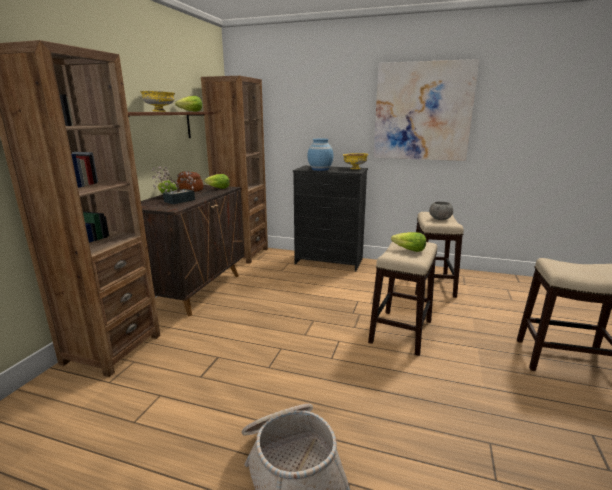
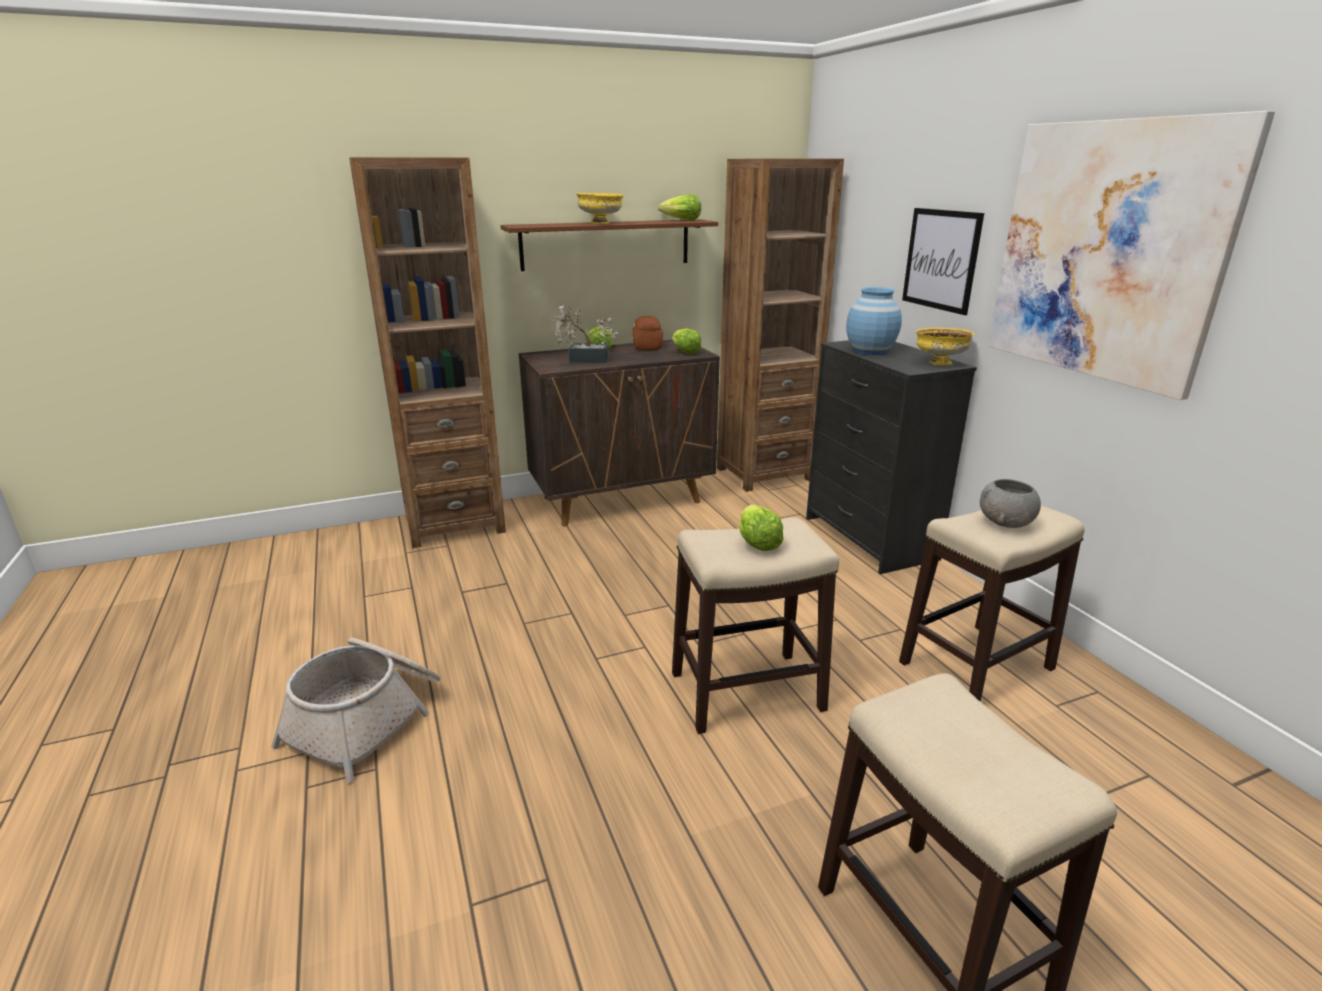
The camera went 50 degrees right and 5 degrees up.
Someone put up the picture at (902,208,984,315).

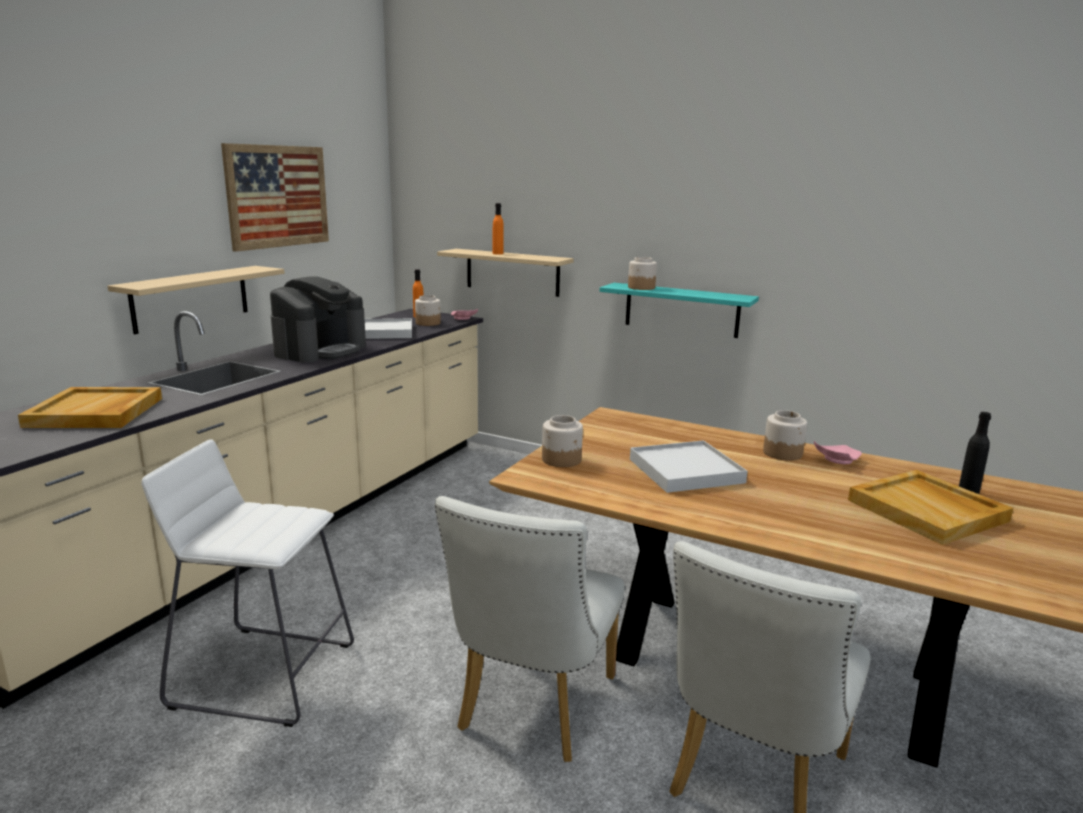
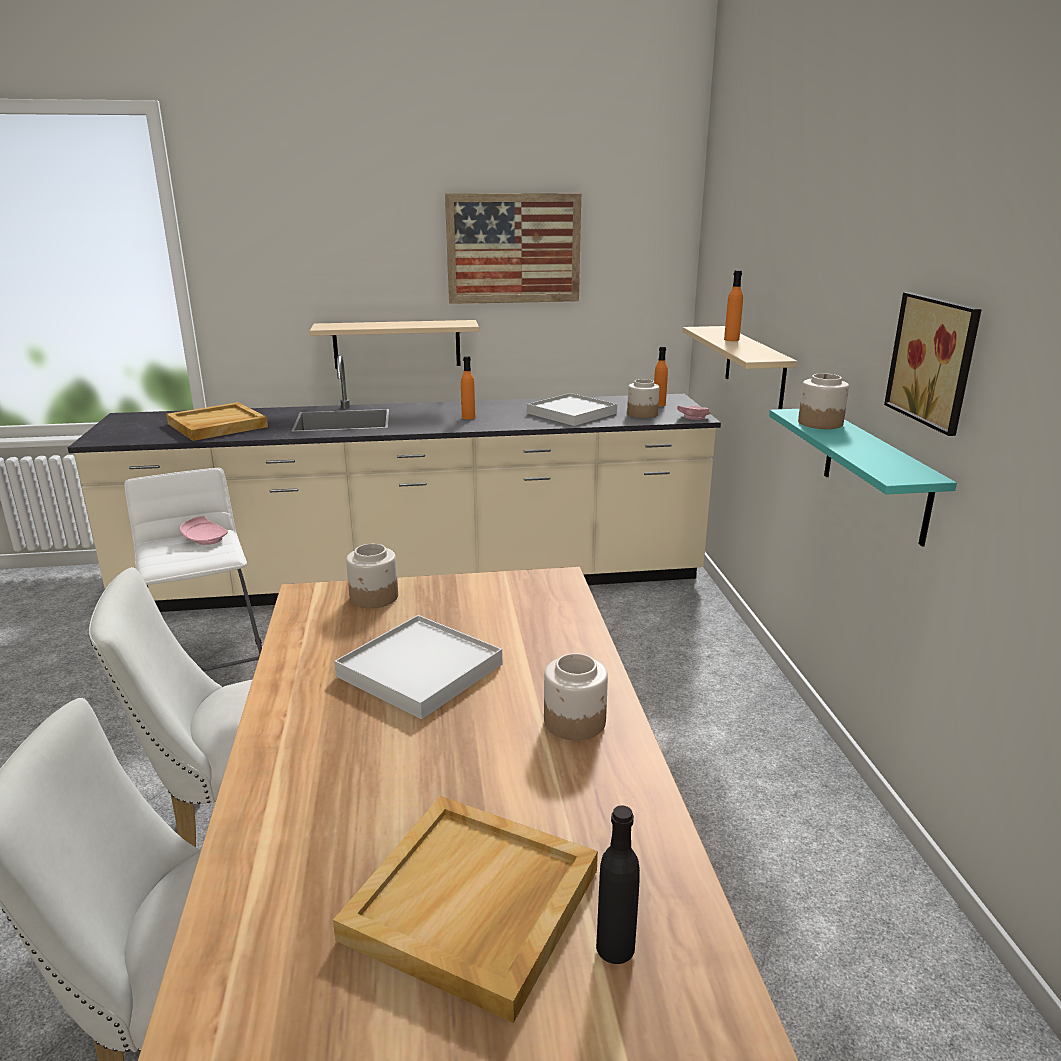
The camera went 55 degrees right and 5 degrees up.
Someone swapped the coffee machine at (270,276,366,363) for the beverage bottle in orangey at (461,356,476,419).
Someone carried the flat dish in pinkish from (814,441,862,464) to (180,516,228,545).
Someone put up the picture at (884,292,982,436).

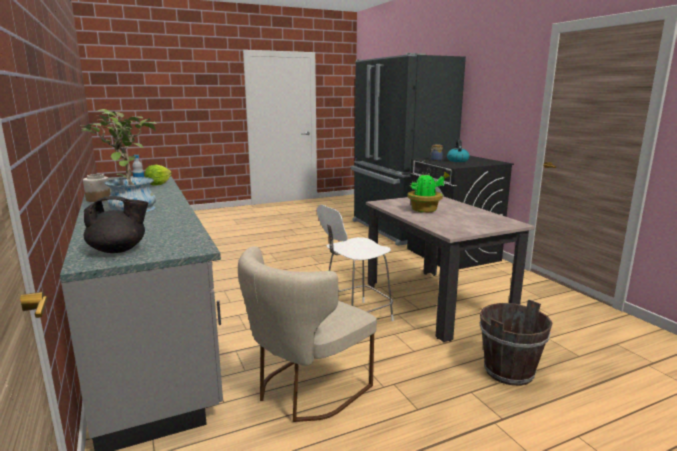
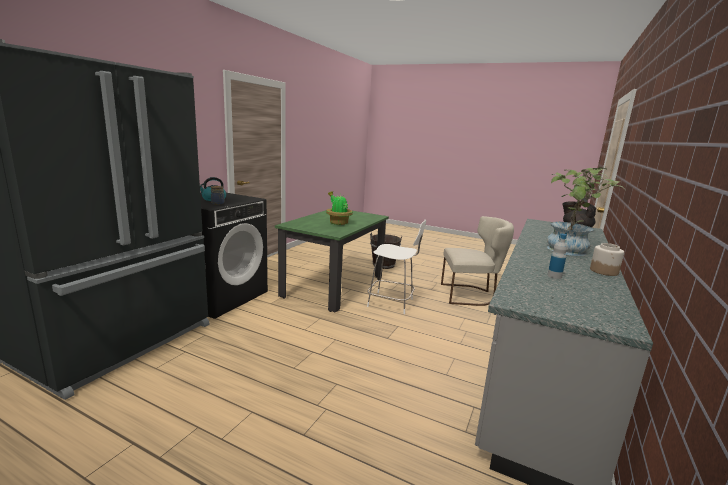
The camera went 130 degrees left and 0 degrees up.
Someone took away the lettuce at (144,165,172,186).
Someone repainted the dinner table in beige at (366,196,534,342), which became the dinner table in greenish at (275,210,389,313).

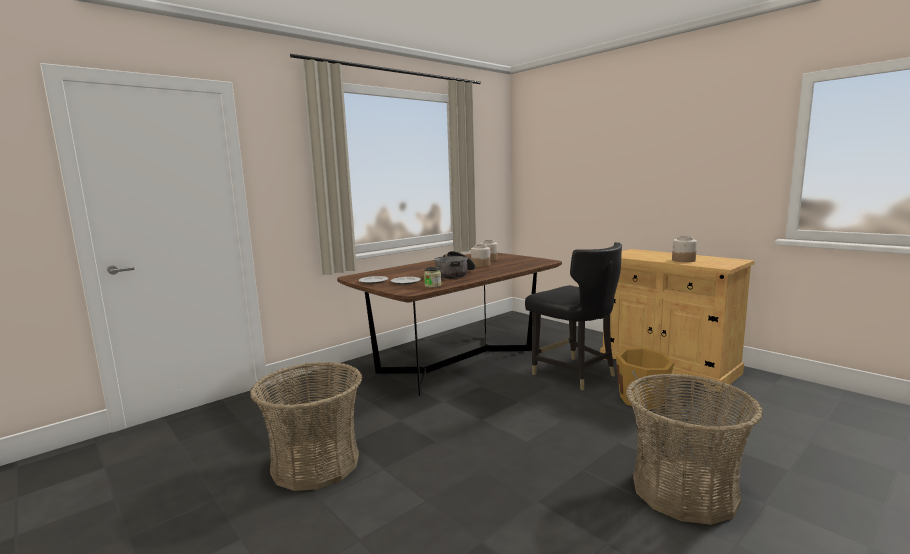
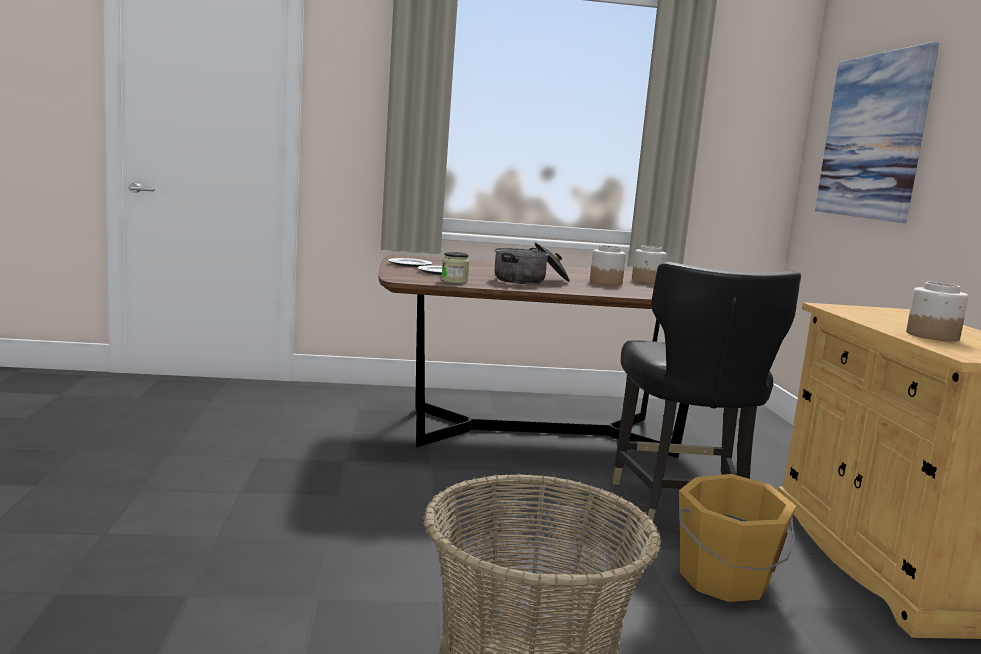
The camera went 35 degrees right and 0 degrees up.
Someone took away the basket at (250,362,362,491).
Someone put up the picture at (815,42,939,223).

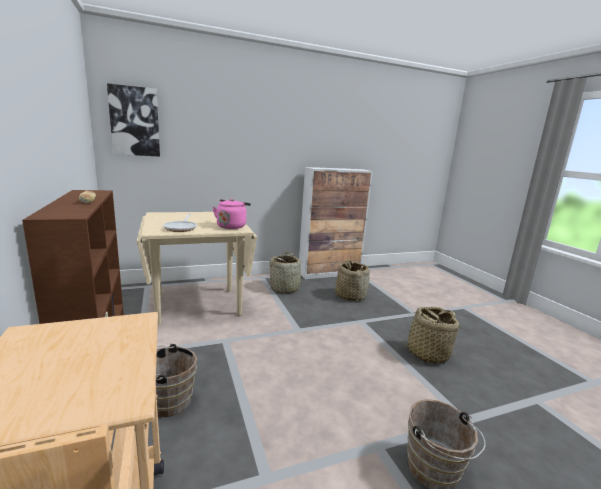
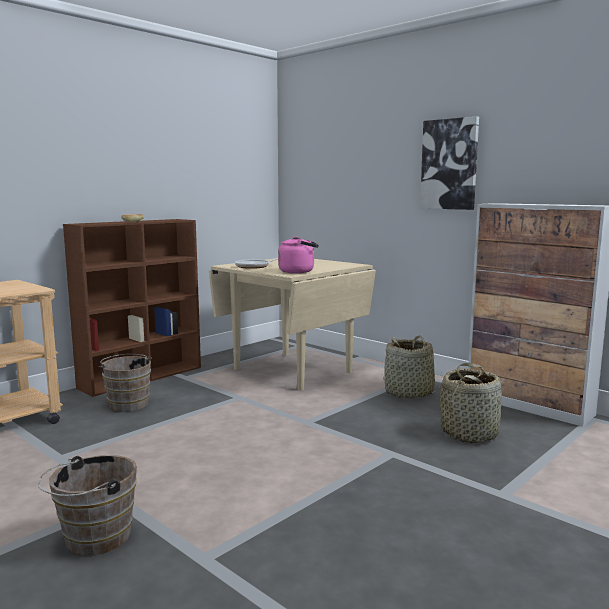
The camera went 65 degrees right and 5 degrees down.
Someone carried the picture from (107,83,160,157) to (420,116,479,210).
Someone took away the basket at (399,307,461,364).

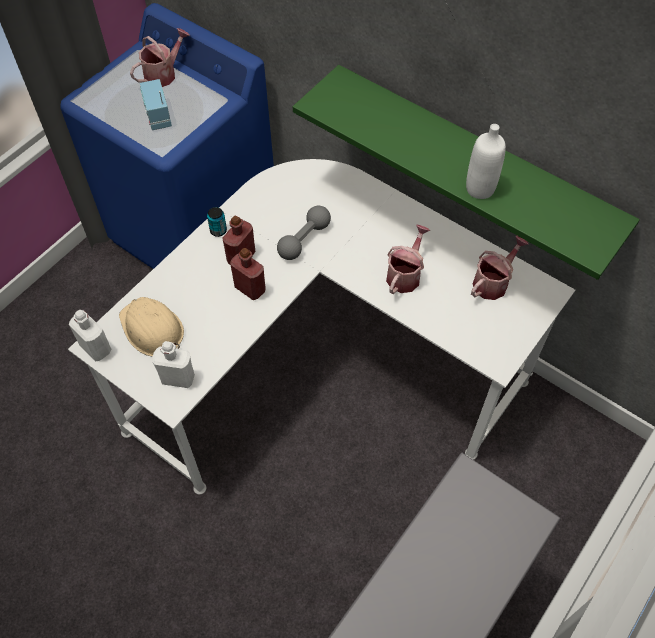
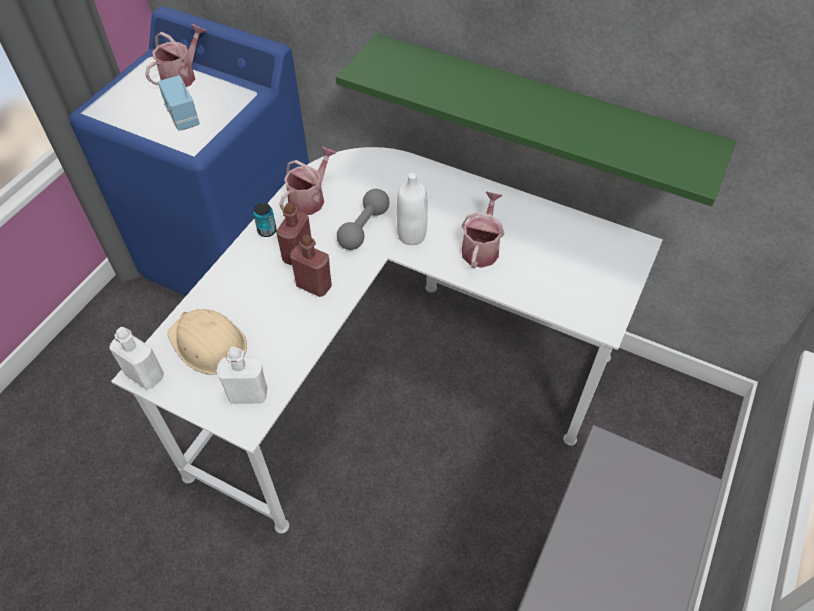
The camera went 10 degrees left and 5 degrees down.
Someone carried the beverage bottle in whitish from (466,124,506,199) to (397,173,428,245).
Someone carried the watering can from (471,236,528,300) to (279,147,336,215).

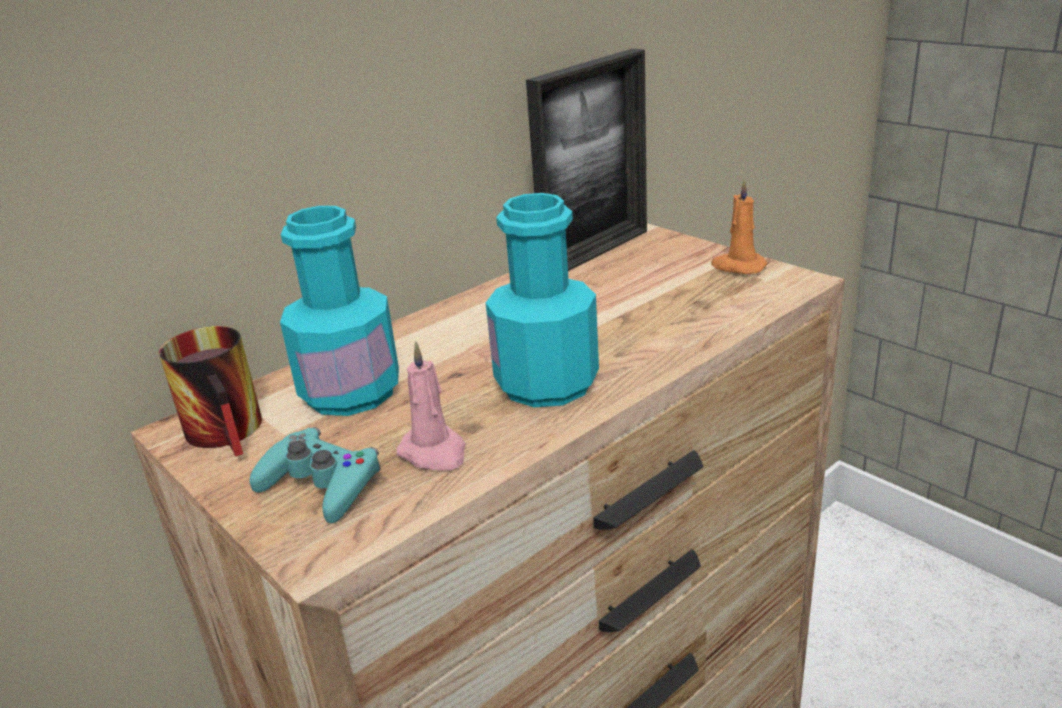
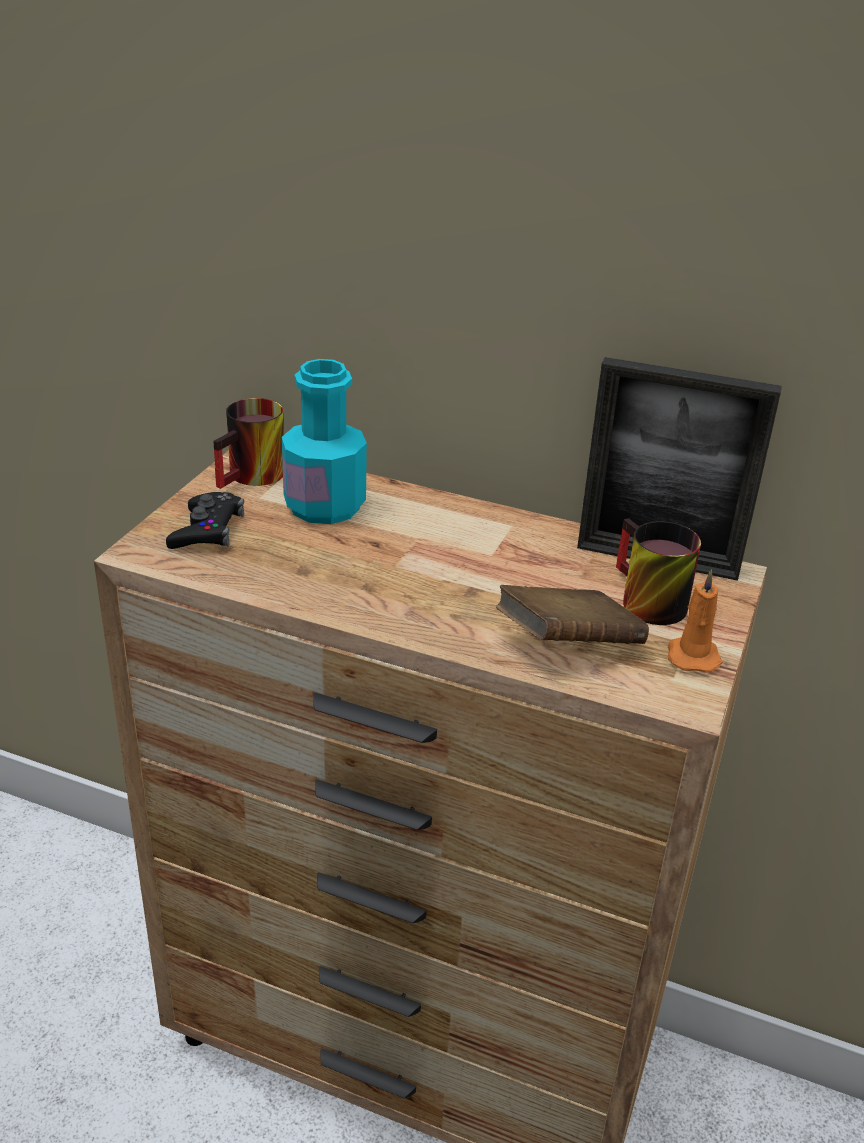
The camera went 60 degrees right and 5 degrees up.
Someone took away the beverage bottle in turquoise-coloured at (486,193,599,407).
Someone took away the wax light in pinkish at (396,341,466,470).
Someone repainted the game controller in turquoise-coloured at (249,427,380,523), which became the game controller in black at (166,492,244,549).
Someone put down the coffee mug at (616,518,701,625).
Someone put down the bound book in brownish at (496,585,649,644).

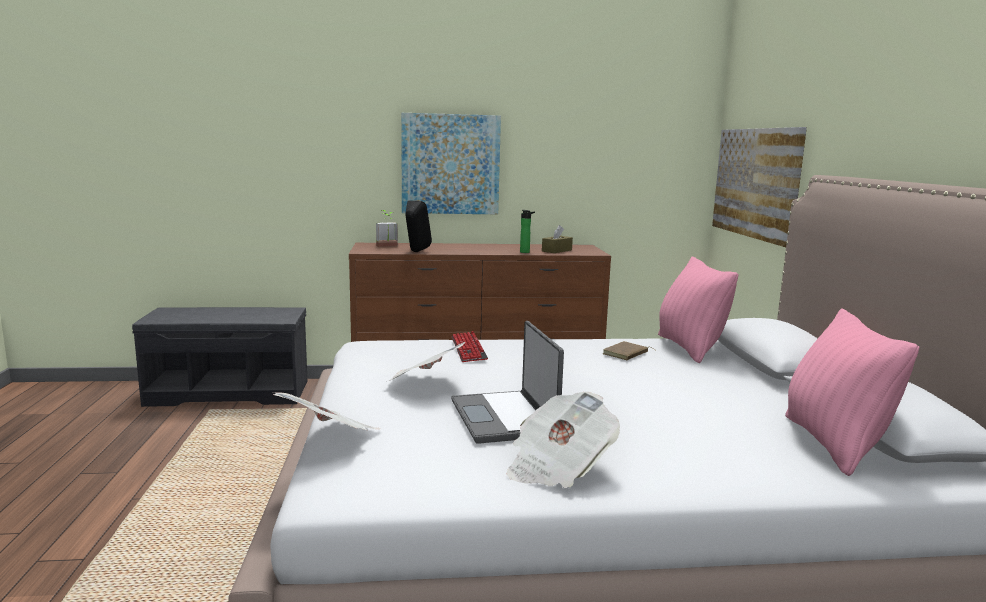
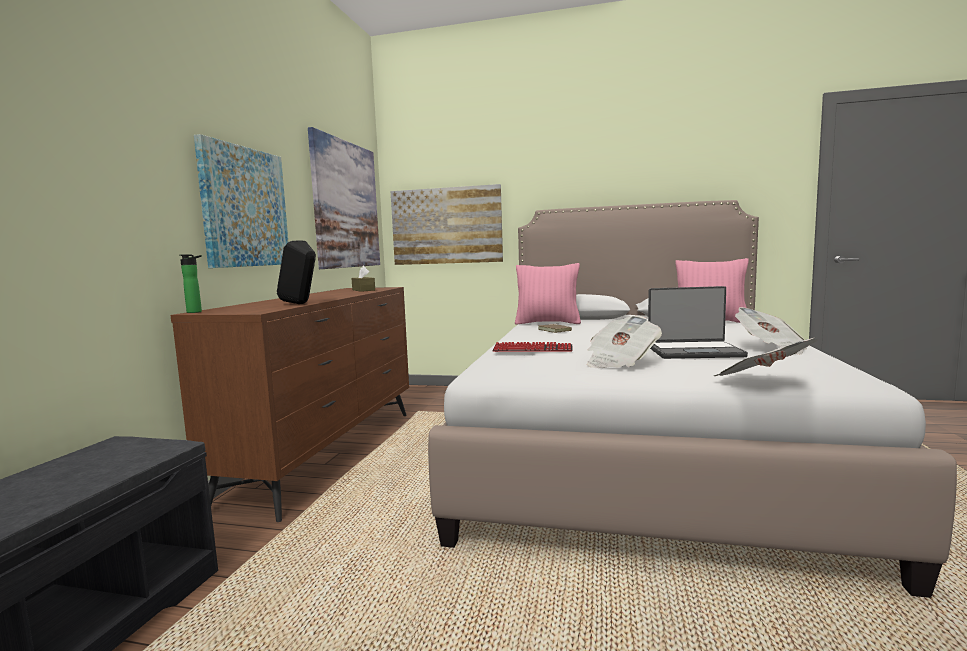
The camera went 70 degrees left and 5 degrees down.
Someone took away the plant in a pot at (376,210,398,247).
Someone carried the beverage bottle from (520,210,535,253) to (181,254,202,313).
Someone put up the picture at (308,127,380,269).

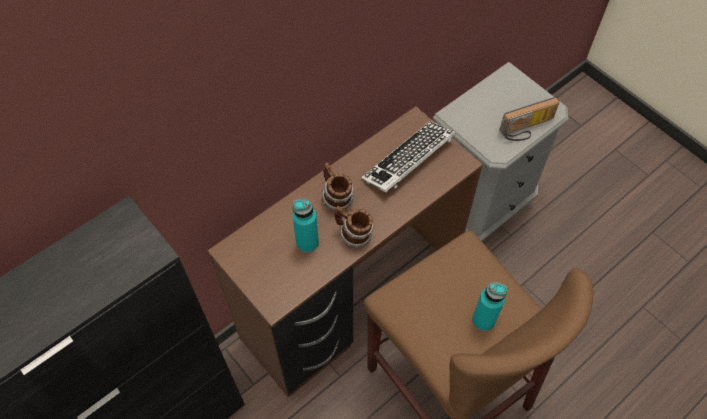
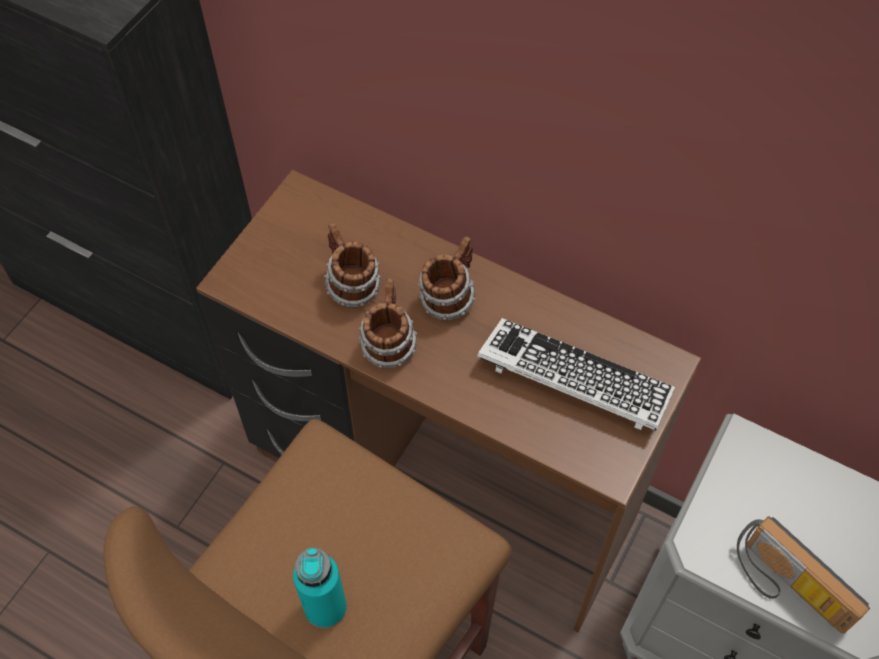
The camera went 70 degrees right and 0 degrees up.
Someone swapped the beverage bottle in turquoise-coloured at (292,199,319,253) for the coffee mug at (324,223,381,308).

